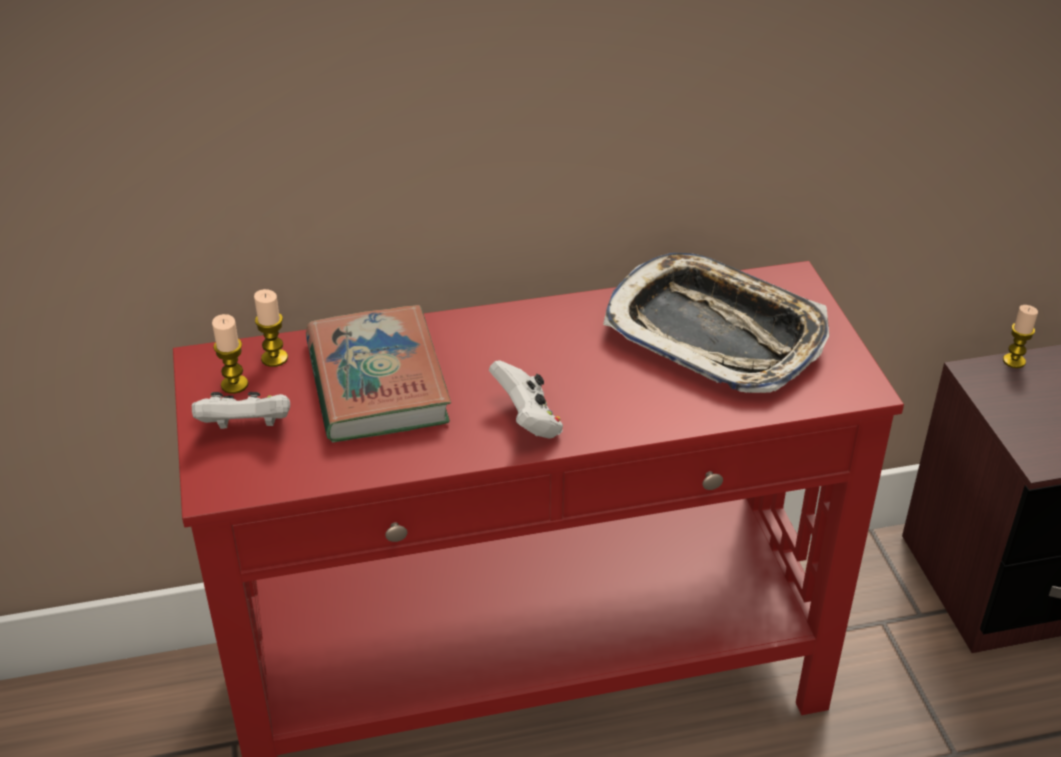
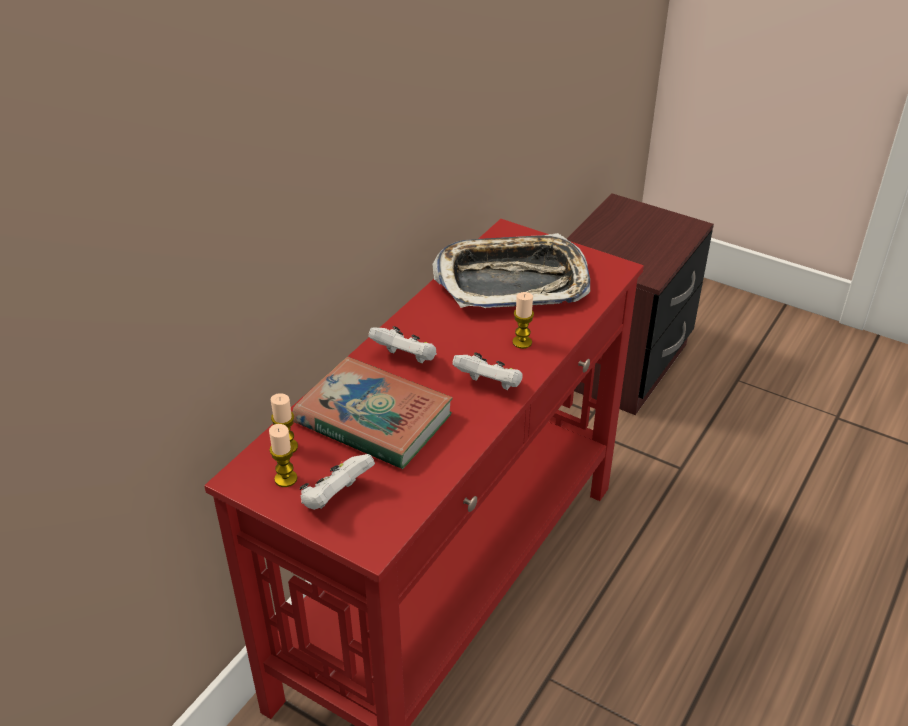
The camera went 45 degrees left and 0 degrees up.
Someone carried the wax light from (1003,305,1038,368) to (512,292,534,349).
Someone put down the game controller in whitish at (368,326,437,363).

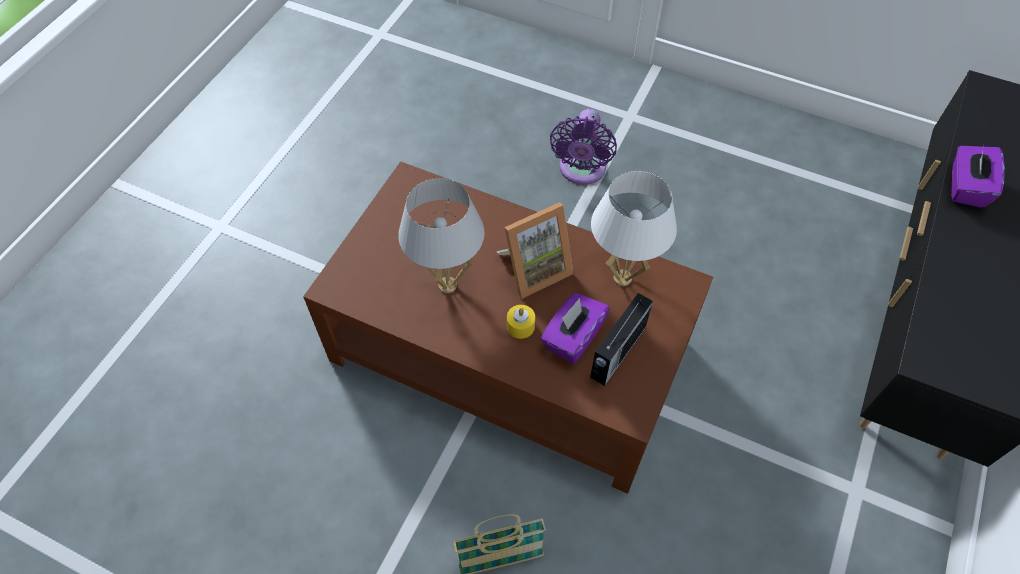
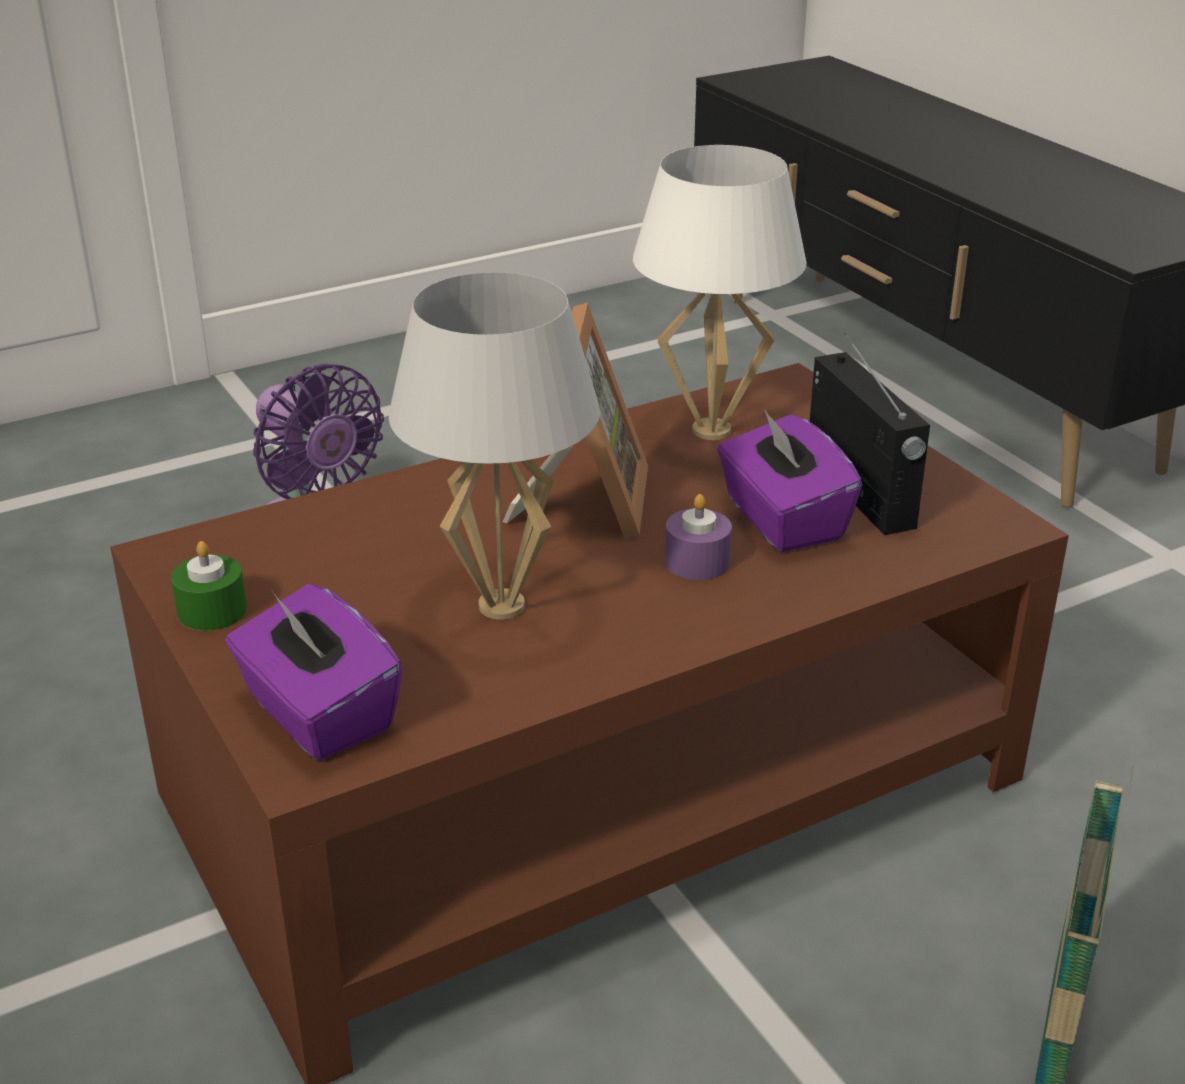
The camera went 55 degrees left and 25 degrees down.
Someone carried the tissue box in purple from (952,145,1005,208) to (225,584,403,760).
Someone repainted the wax light in yellow-coloured at (507,305,535,339), which became the wax light in purple at (665,494,732,580).
Someone put down the wax light in greenish at (171,541,247,631).

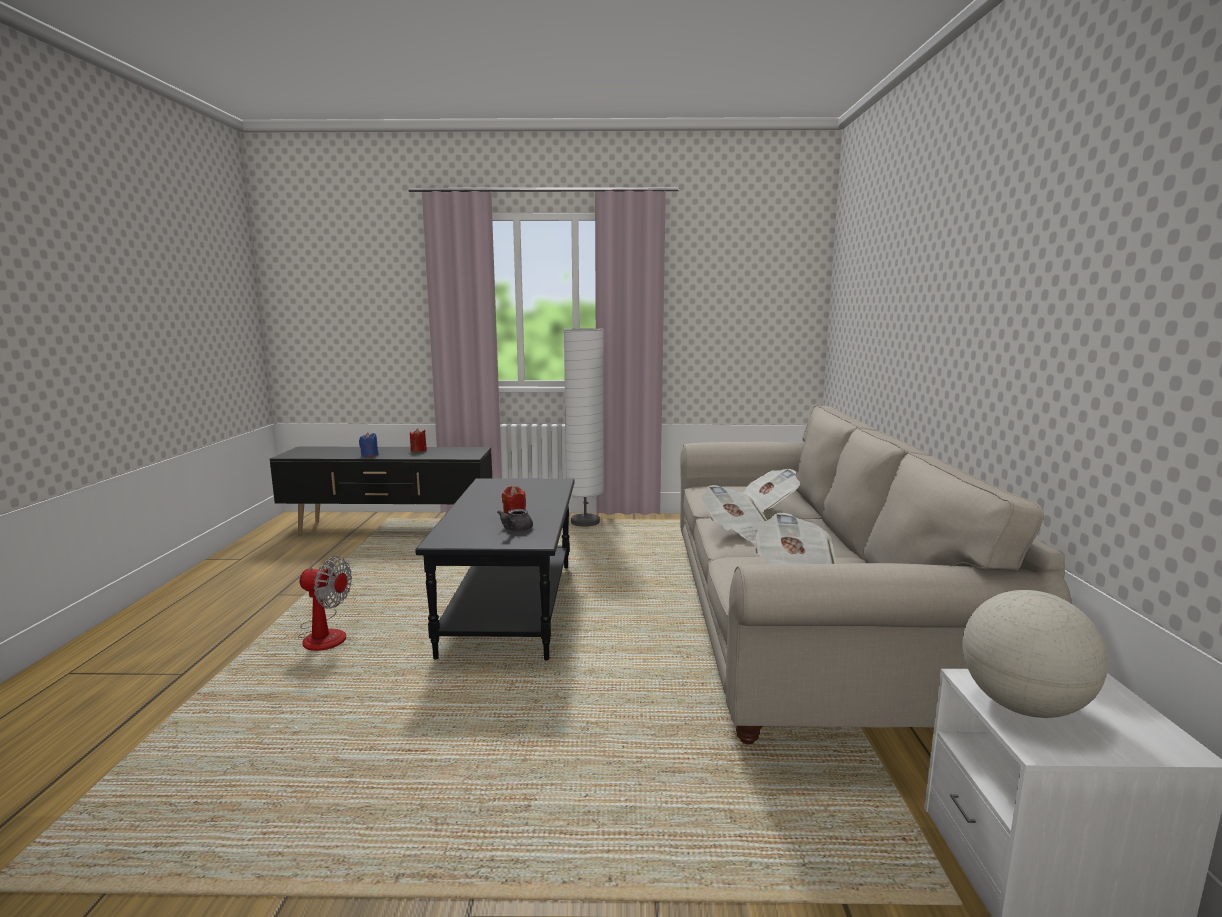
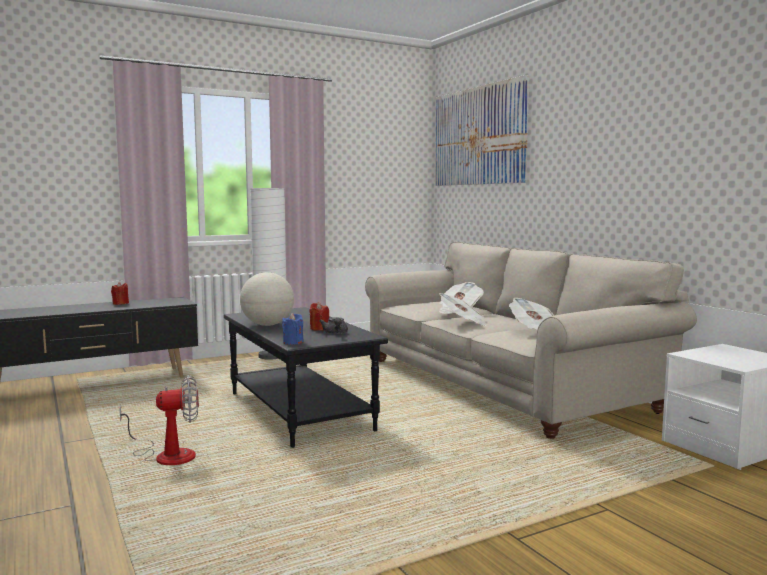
The camera went 30 degrees left and 5 degrees down.
Someone carried the wax light in bluish from (359,432,378,457) to (282,313,304,345).
Someone carried the globe from (962,590,1108,718) to (240,272,294,326).
Someone put up the picture at (435,75,529,186).

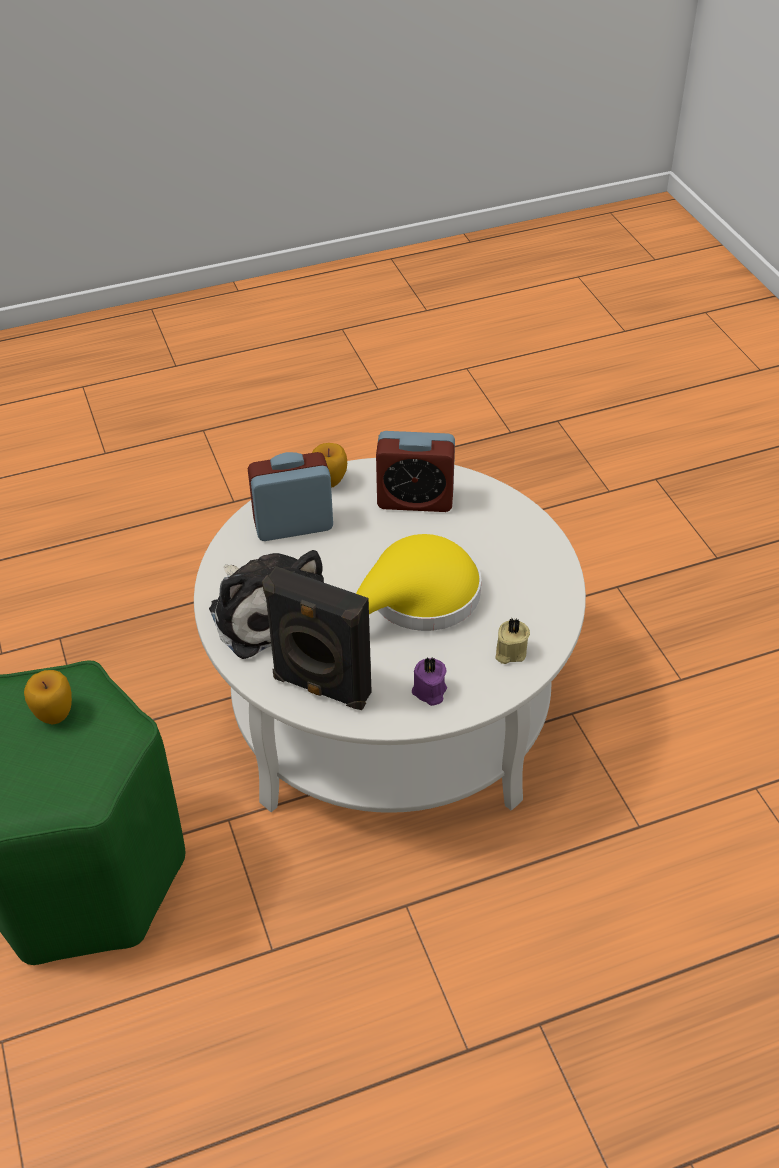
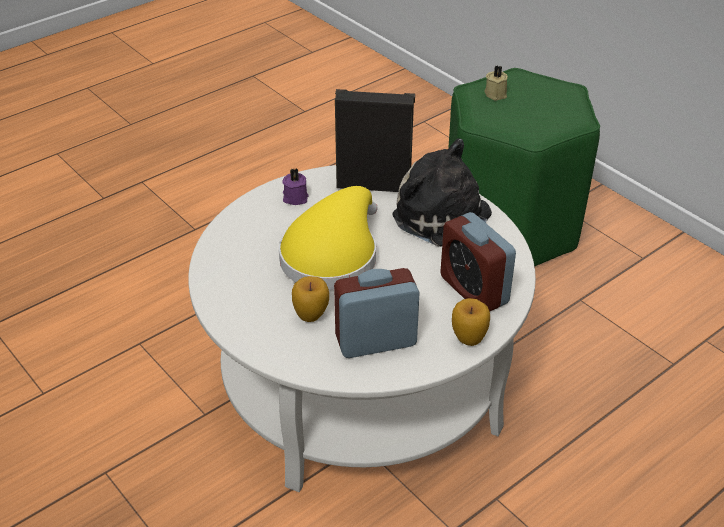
The camera went 160 degrees right and 5 degrees down.
Someone rotated the table clock at (248,452,333,541) by 90 degrees clockwise.
Someone carried the wax light in beige from (495,618,530,664) to (485,66,508,101).
Someone carried the whole apple from (24,670,72,725) to (292,276,329,322).

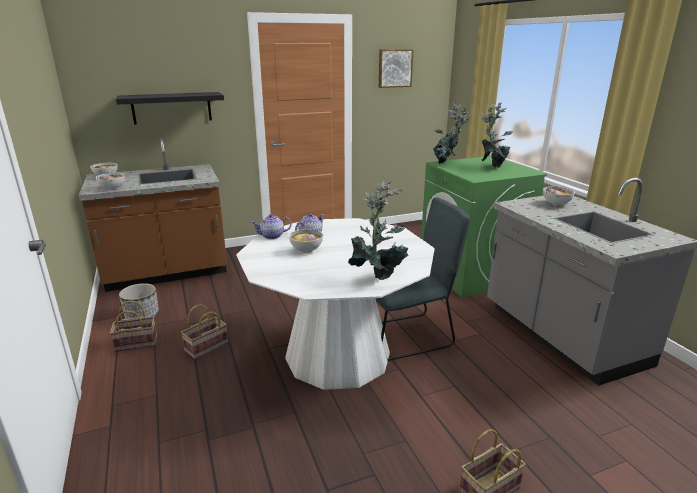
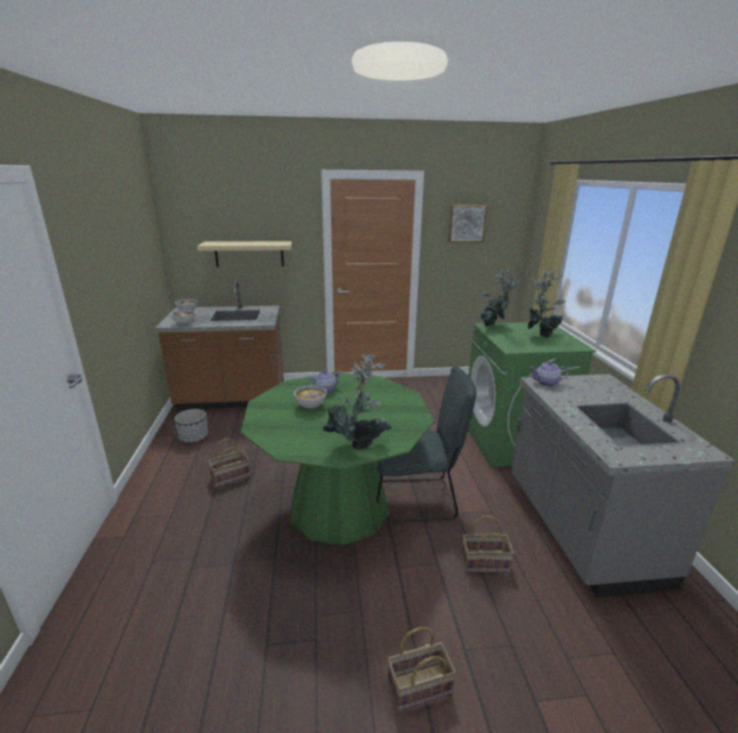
The camera went 15 degrees right and 0 degrees up.
Someone repainted the bracket shelf in black at (116,92,224,125), which became the bracket shelf in beige at (197,241,292,267).
Someone took away the serving bowl at (543,186,575,206).
Someone carried the teapot from (251,214,292,239) to (530,361,569,386).
Someone repainted the dinner table in whitish at (236,218,435,390), which became the dinner table in greenish at (241,372,434,545).
Someone carried the basket from (110,301,157,352) to (461,515,514,573).

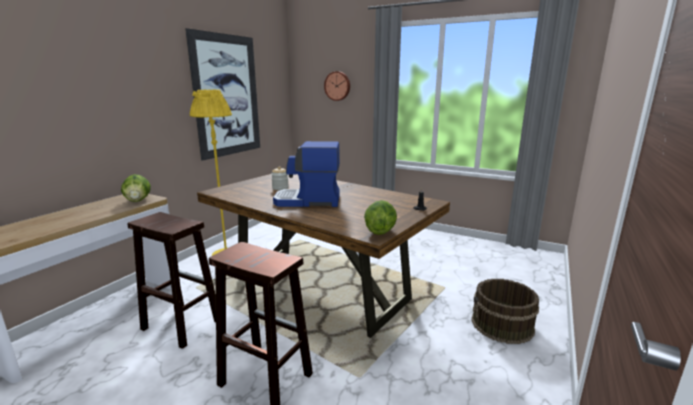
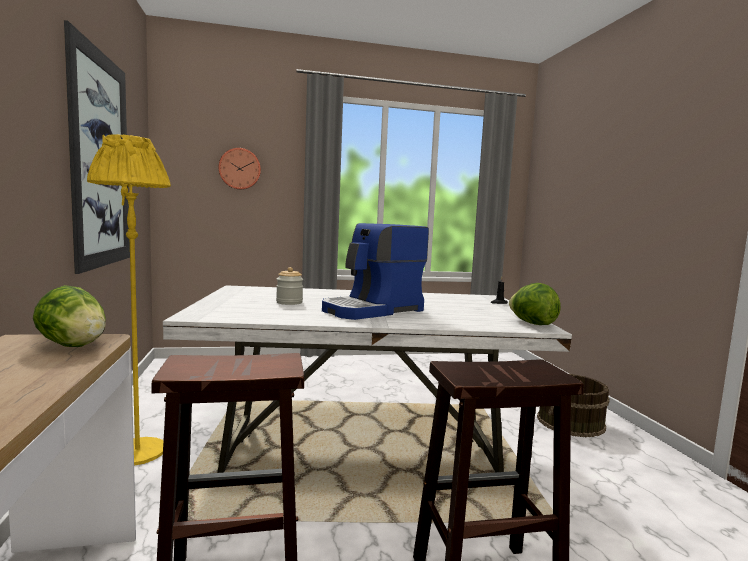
The camera went 40 degrees left and 10 degrees down.
Someone repainted the dinner table in brownish at (197,174,450,338), which became the dinner table in whitish at (163,285,572,473).

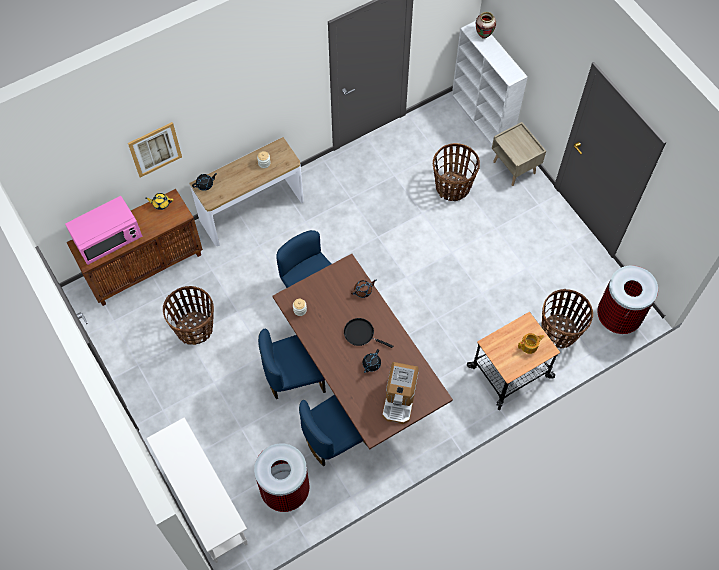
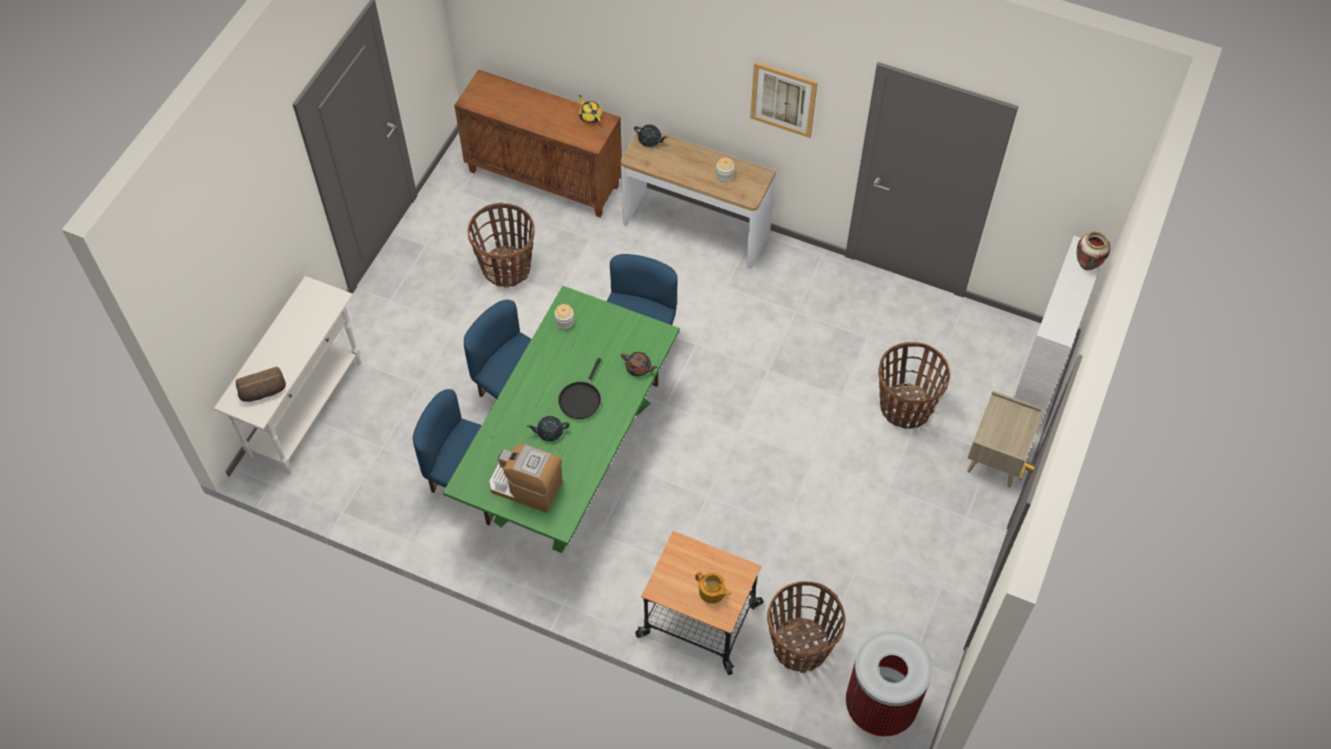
The camera went 55 degrees right and 5 degrees down.
Someone carried the picture from (128,122,182,177) to (750,62,818,138).
Someone took away the microwave oven in pinkish at (65,196,142,265).
Someone repainted the dinner table in brownish at (273,254,453,449), which became the dinner table in greenish at (443,286,680,553).
Someone rotated the skillet in black at (344,318,393,348) by 150 degrees counterclockwise.
Someone rotated the coffee machine at (382,362,419,424) by 45 degrees clockwise.
Someone took away the trash can at (254,443,310,512).
Someone put down the bakery bread at (236,367,286,402).

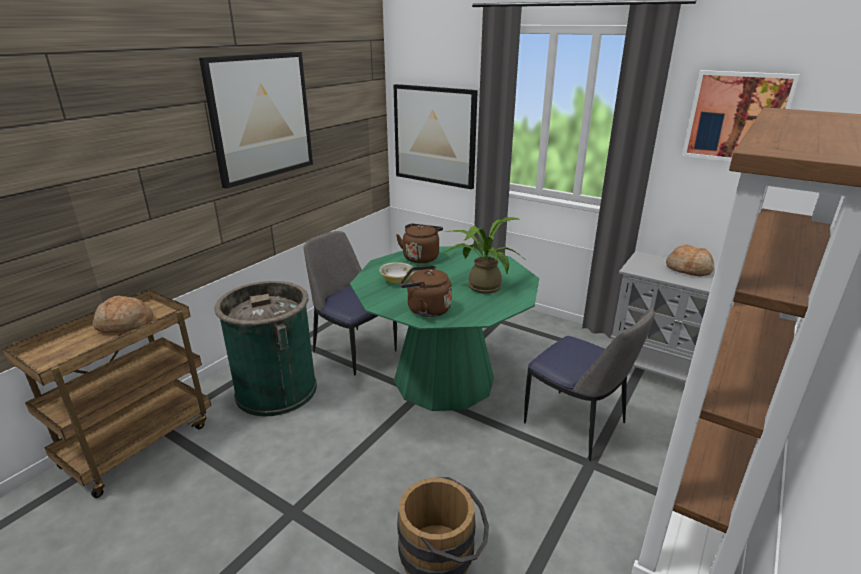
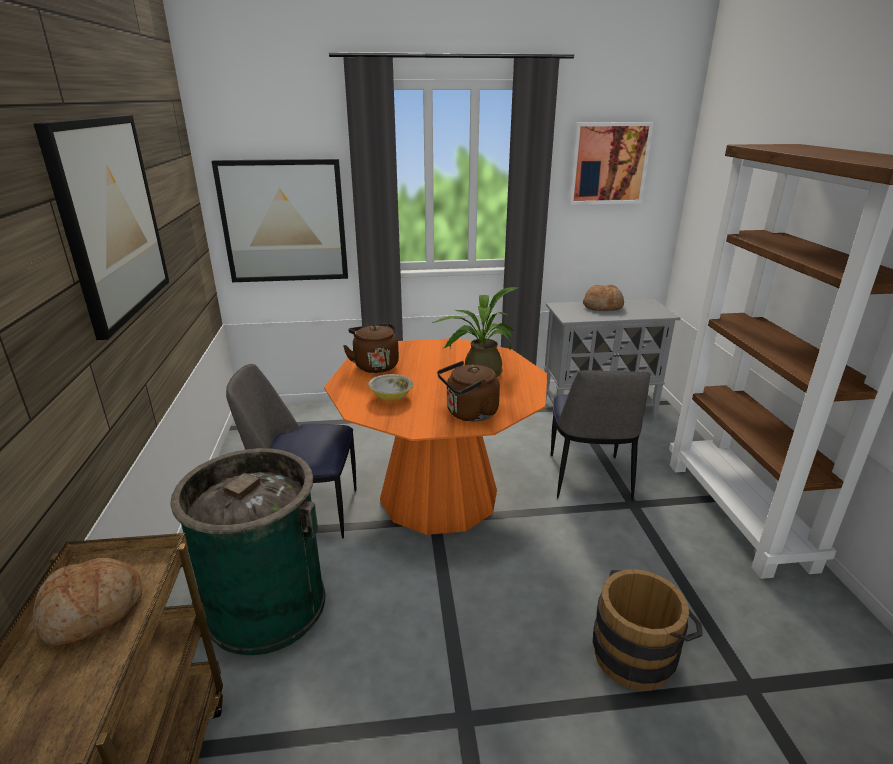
The camera went 40 degrees left and 0 degrees up.
Someone repainted the dinner table in greenish at (350,246,539,411), which became the dinner table in orangey at (324,338,547,535).
Someone rotated the plain chair at (524,307,654,461) by 90 degrees clockwise.

